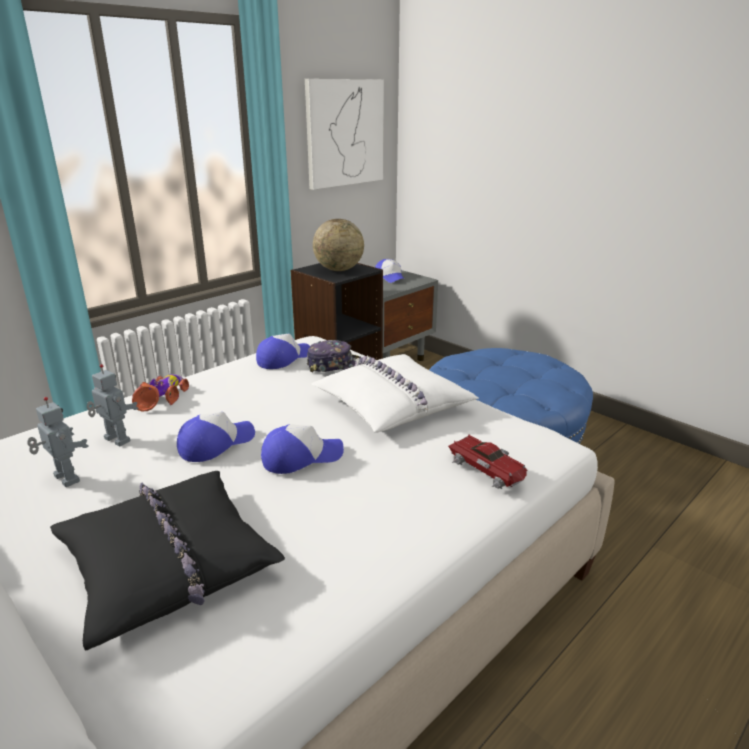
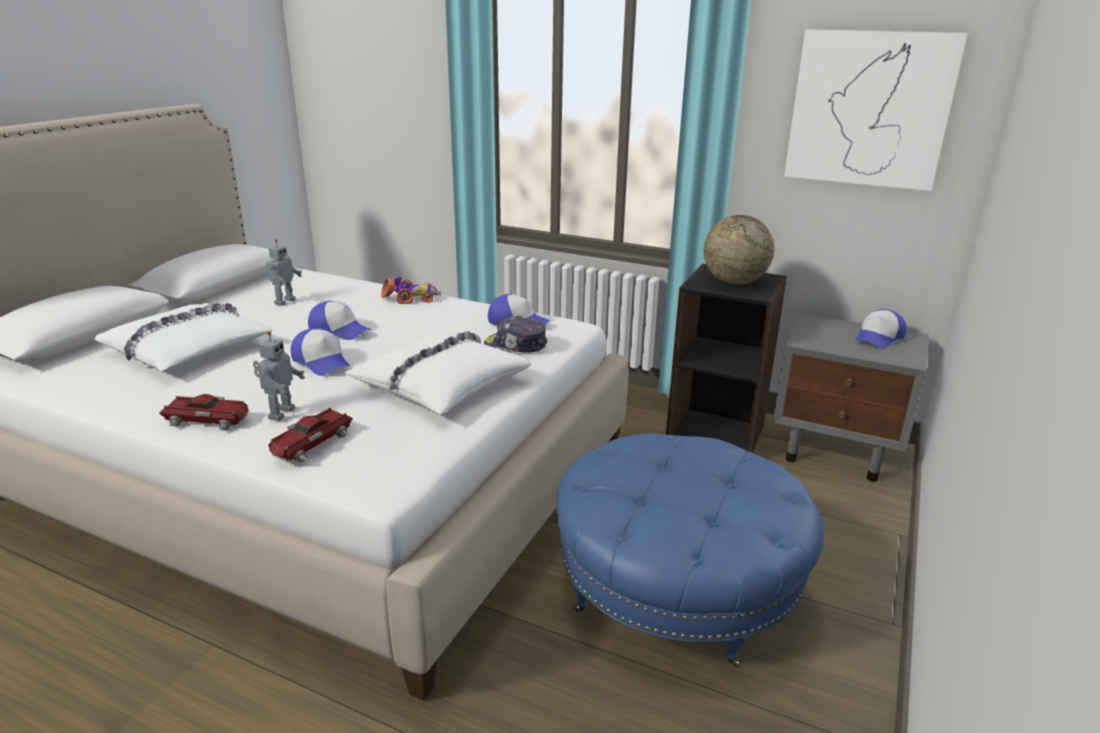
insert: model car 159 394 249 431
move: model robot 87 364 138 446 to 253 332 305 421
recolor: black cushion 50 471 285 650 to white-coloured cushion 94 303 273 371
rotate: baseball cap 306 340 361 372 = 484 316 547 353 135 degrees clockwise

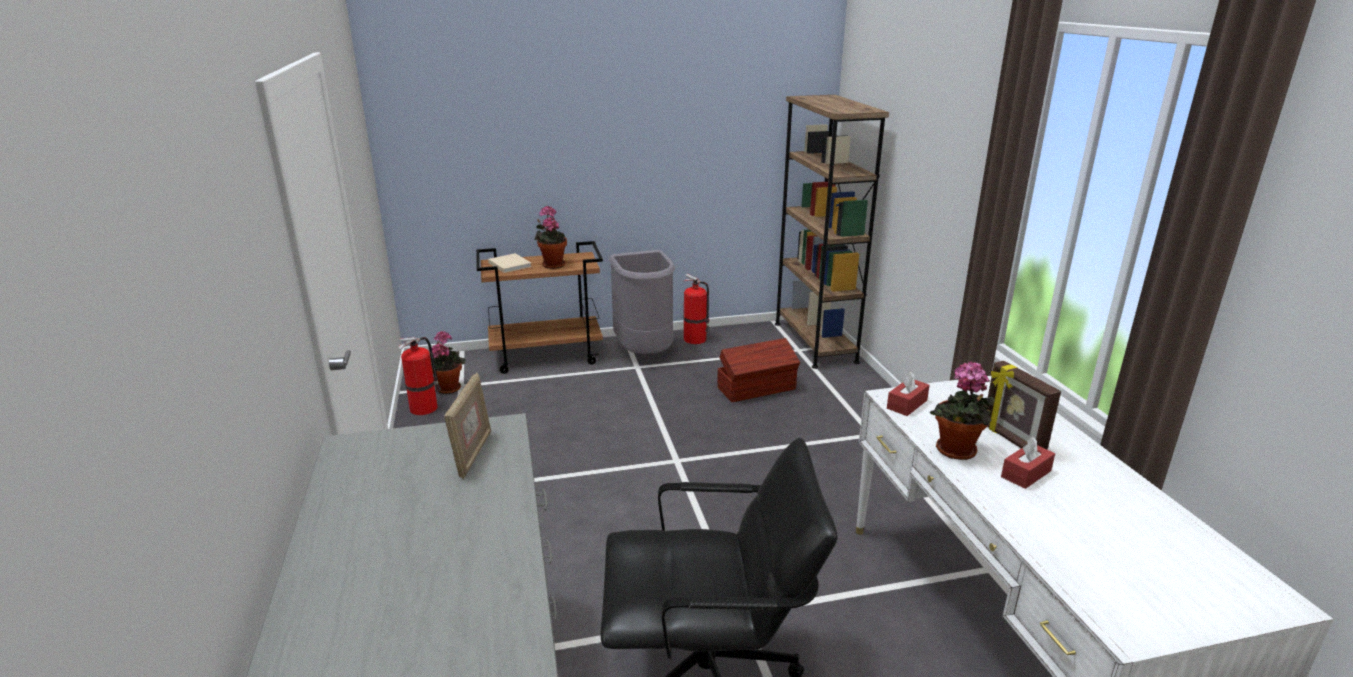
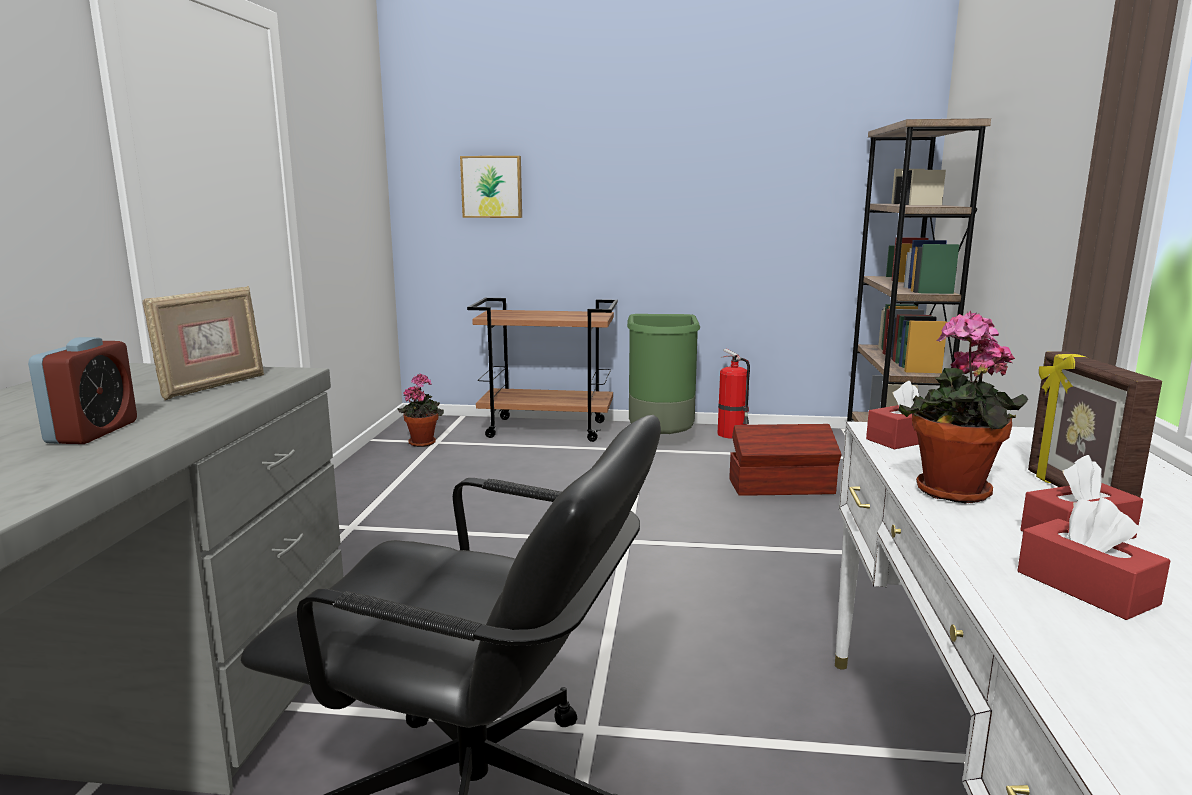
delete: fire-fighting cylinder 398 337 441 415; beige bound book 488 253 532 273; plant in a pot 534 206 567 269
insert: alarm clock 28 337 137 444; wall picture 460 156 522 218; red tissue box 1017 498 1170 620
recolor: grey trash can 609 250 675 354 to green trash can 627 314 700 434

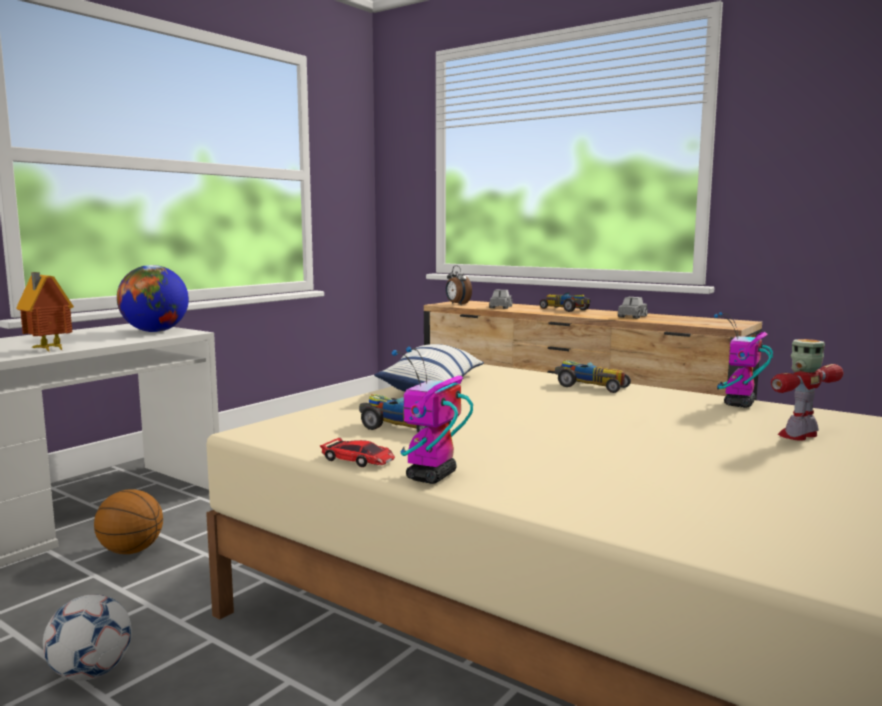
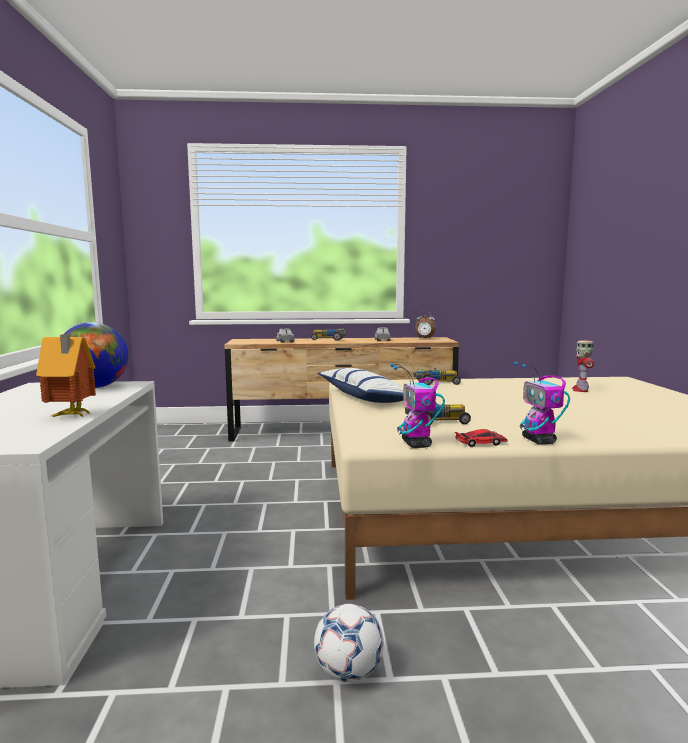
delete: basketball 94 489 163 554
move: alarm clock 446 265 472 304 to 415 310 436 339; model robot 714 312 773 408 to 390 363 445 448

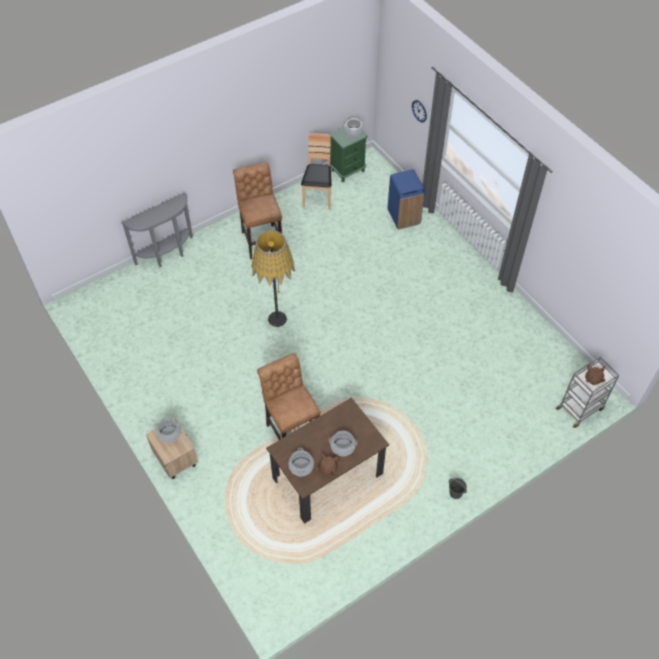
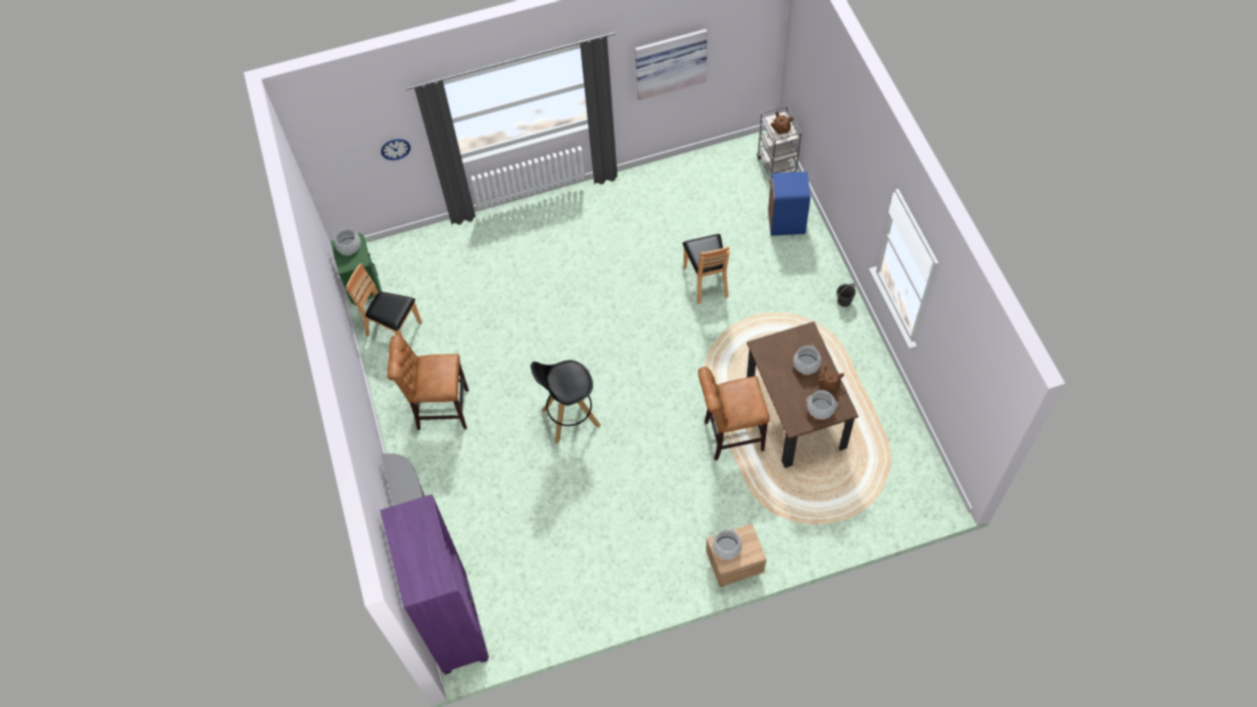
insert: purple-coloured bookshelf 380 494 489 675; wall picture 635 29 707 100; brown chair 683 234 730 304
move: blue trash can 388 169 425 229 to 768 171 811 236
replace: floor lamp 251 230 295 327 to black sitting stool 531 360 601 443

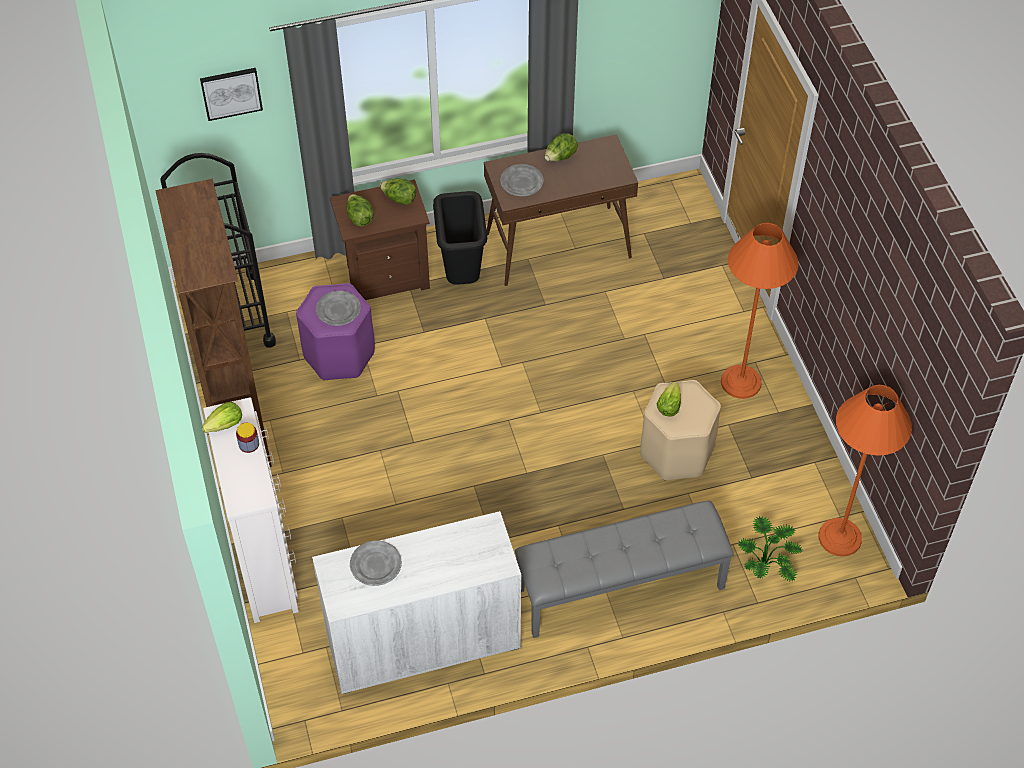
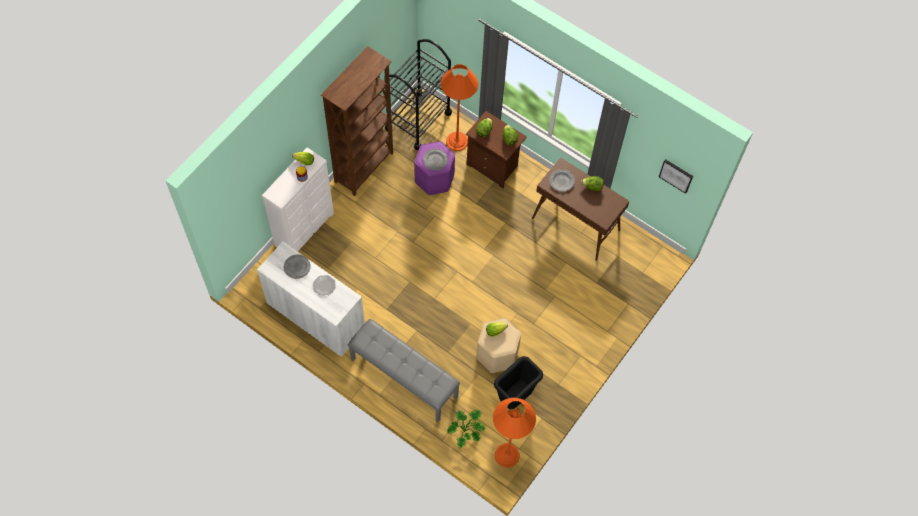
insert: dinner plate 313 275 336 296
move: wall picture 200 68 263 121 to 659 159 693 194; black trash can 433 191 487 285 to 494 356 543 409; orange floor lamp 721 223 798 399 to 441 64 478 151

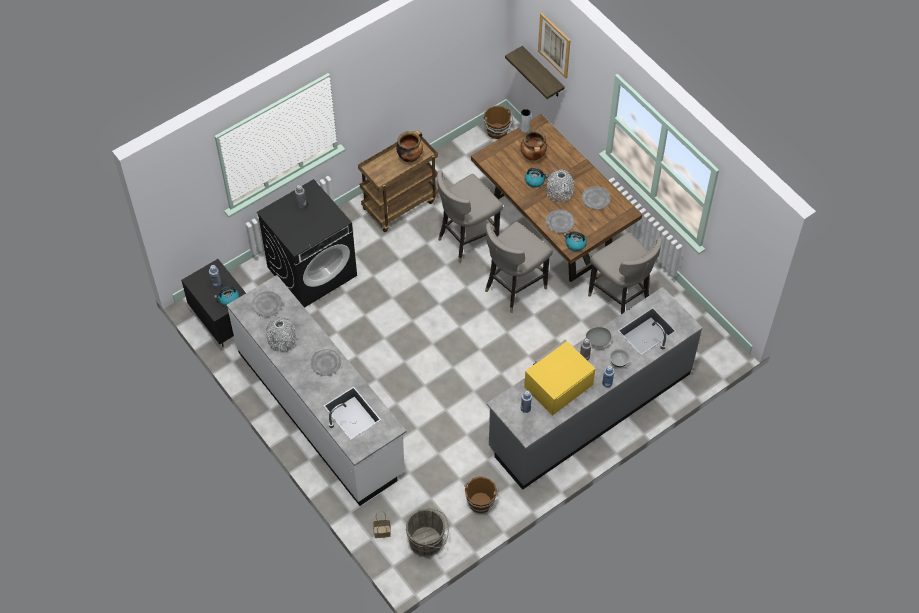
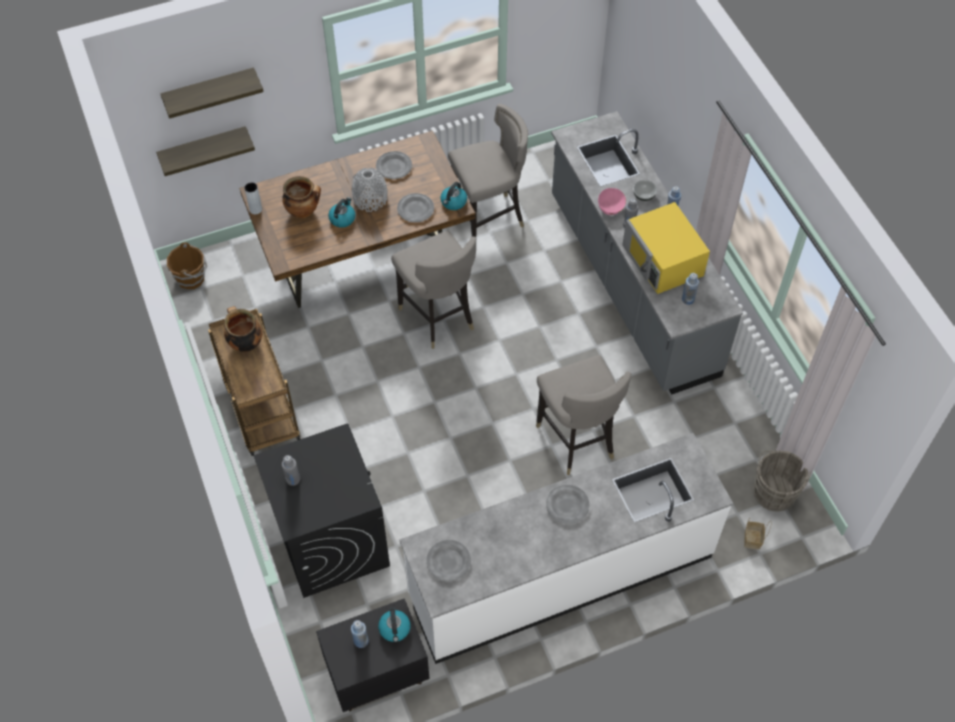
delete: grey flower vase 266 317 296 352; brown pail 464 476 499 513
move: grey sitting stool 437 171 503 263 to 536 355 631 475
replace: wall picture 538 13 571 78 to wall shelf 160 68 264 119
recolor: grey bowl 586 327 611 347 to pink bowl 598 188 626 215

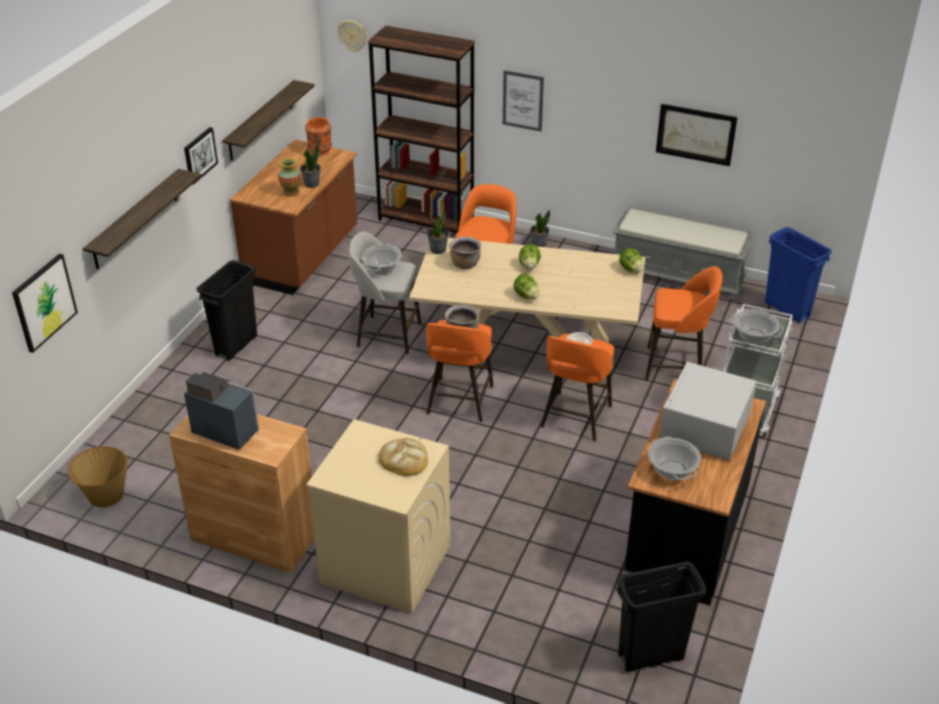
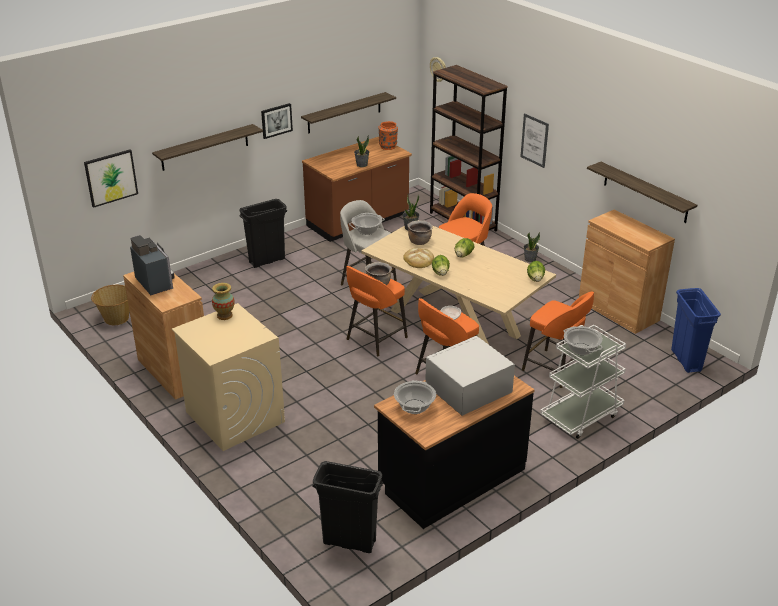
move: flower vase 278 157 301 196 to 212 283 235 320; bread 378 438 428 476 to 403 248 434 268
replace: grey bench 613 207 753 300 to brown cabinet 579 209 675 334; wall picture 656 104 738 166 to wall shelf 587 162 697 223

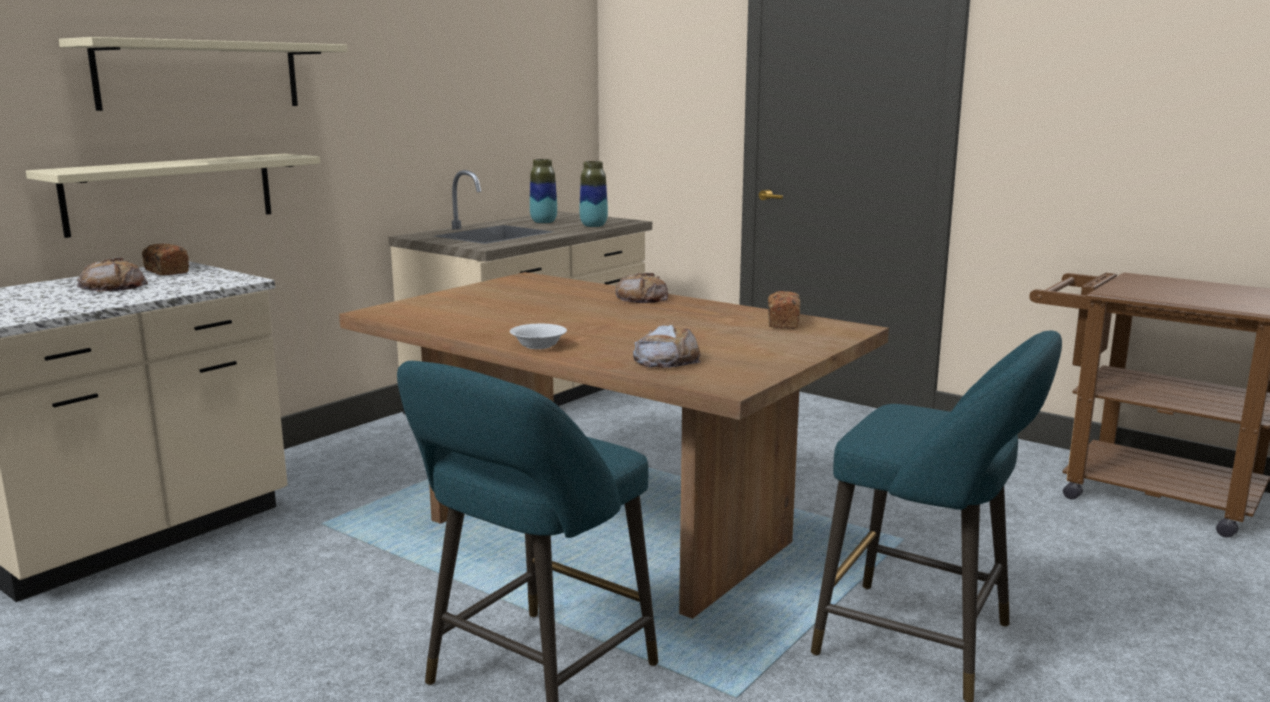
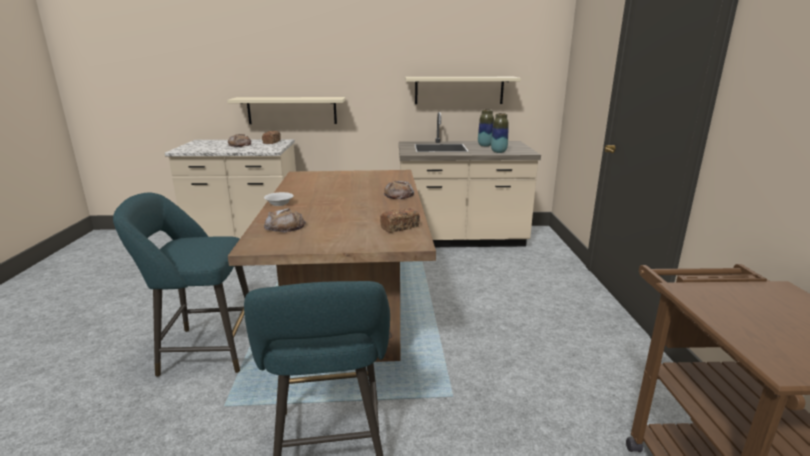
move: beige wall shelf 59 37 347 111 to 405 77 521 104

